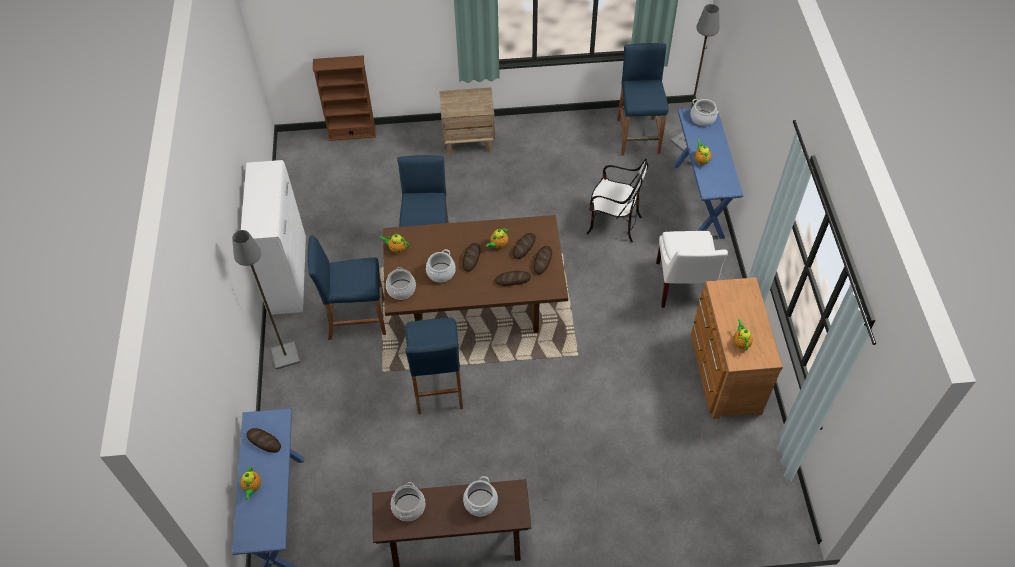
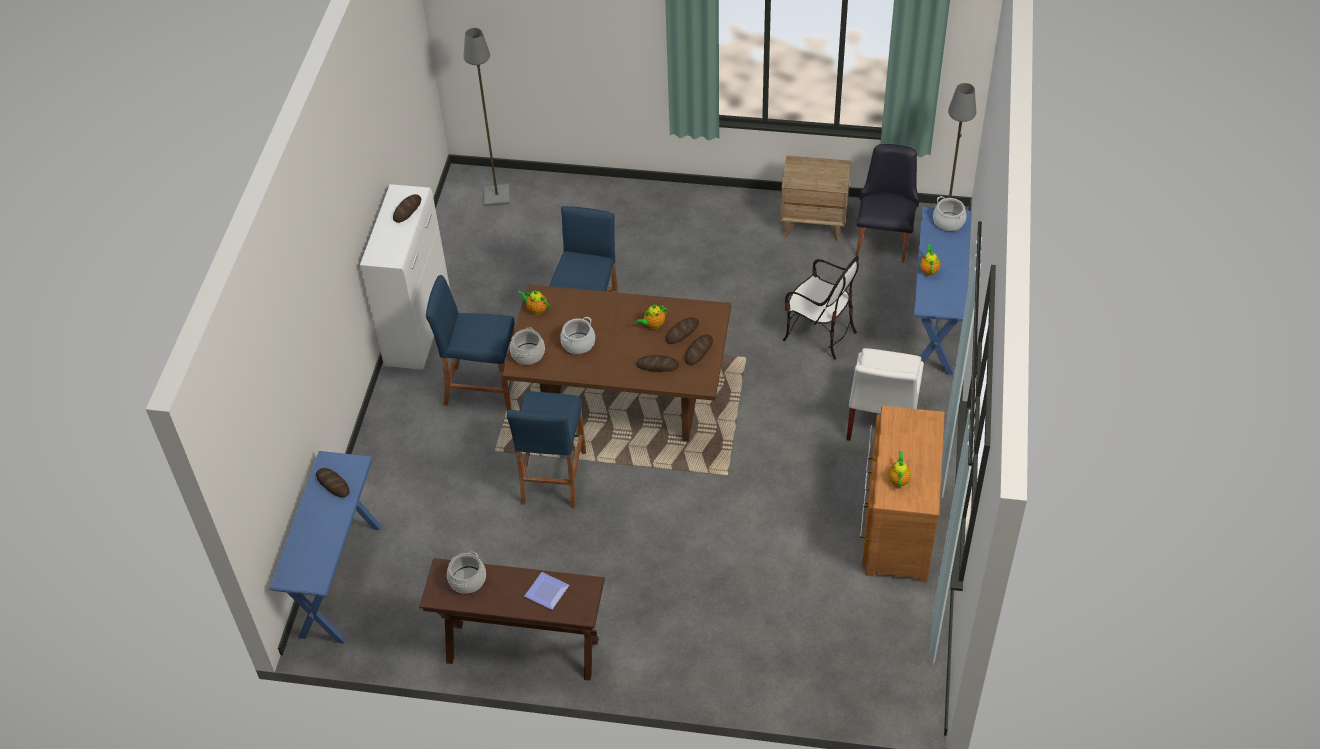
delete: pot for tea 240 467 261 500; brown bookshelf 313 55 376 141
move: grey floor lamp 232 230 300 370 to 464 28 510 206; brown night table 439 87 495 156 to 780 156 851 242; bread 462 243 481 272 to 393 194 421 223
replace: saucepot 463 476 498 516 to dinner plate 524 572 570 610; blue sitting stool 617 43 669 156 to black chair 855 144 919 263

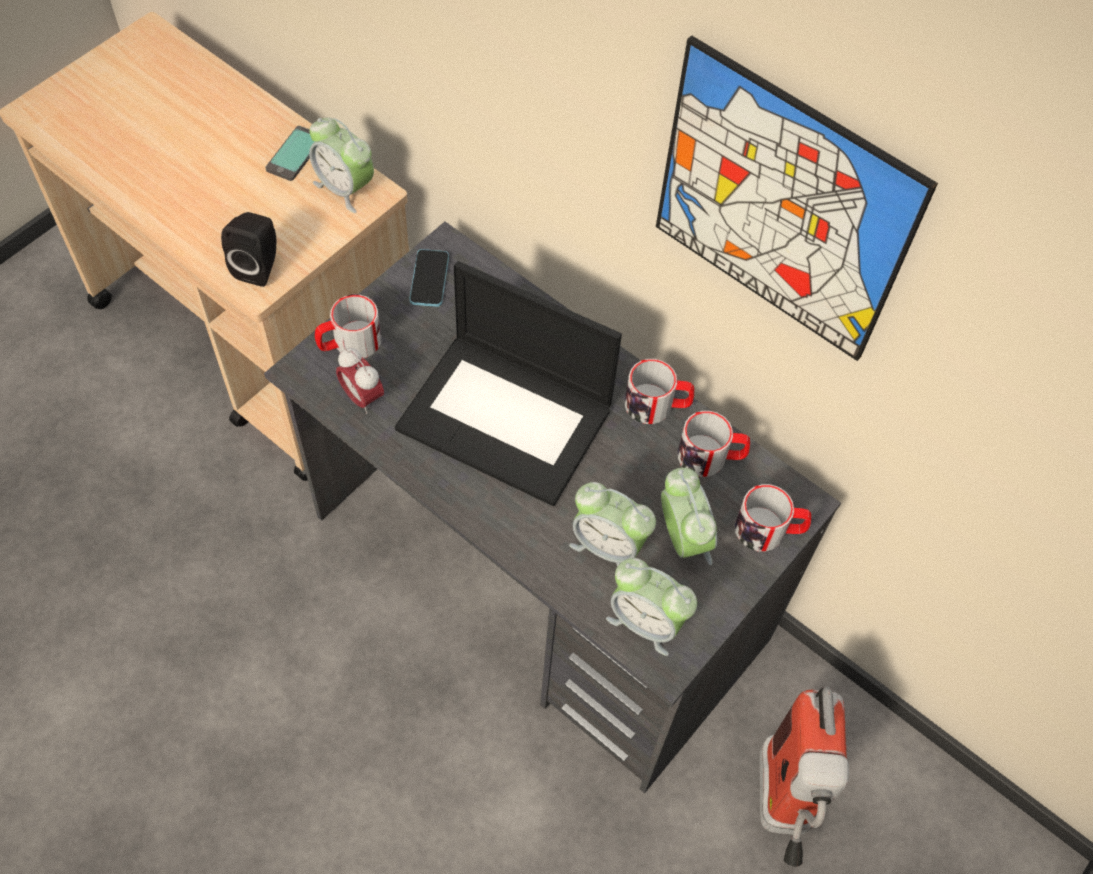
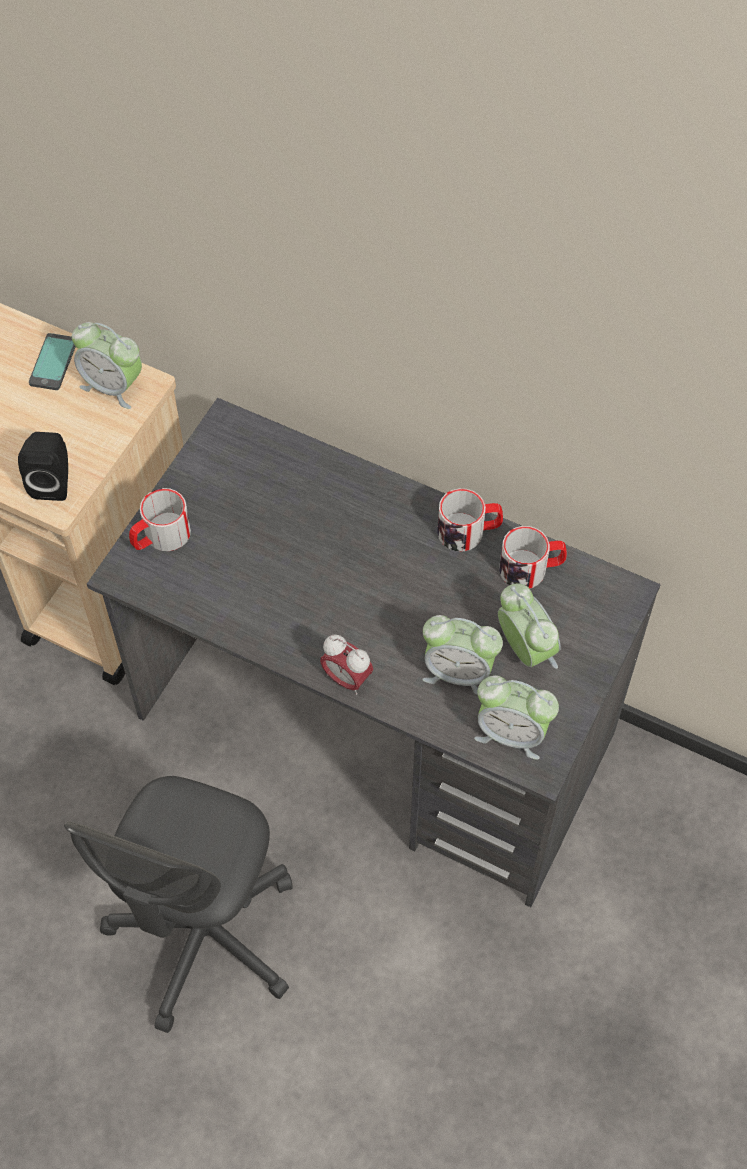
delete: portable computer 395 261 622 506; telephone 409 249 449 307; wall picture 656 35 938 361; coffee mug 735 484 811 551; fire-fighting cylinder 760 687 850 867
insert: grey computer chair 64 776 293 1033
move: alarm clock 336 348 384 414 to 320 634 373 695

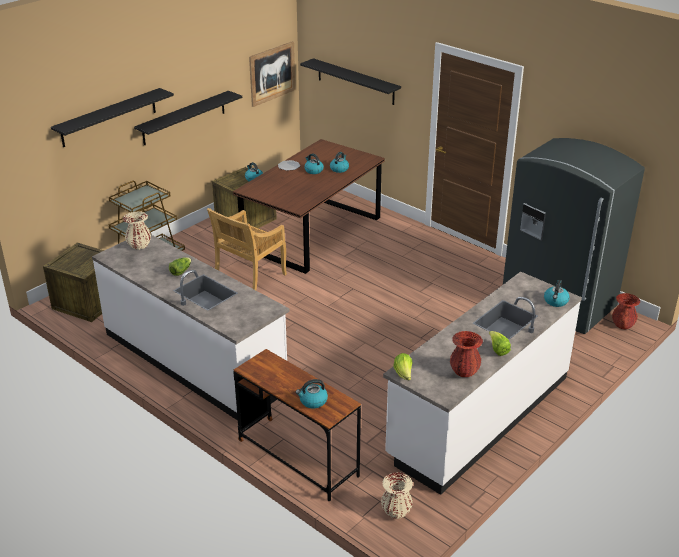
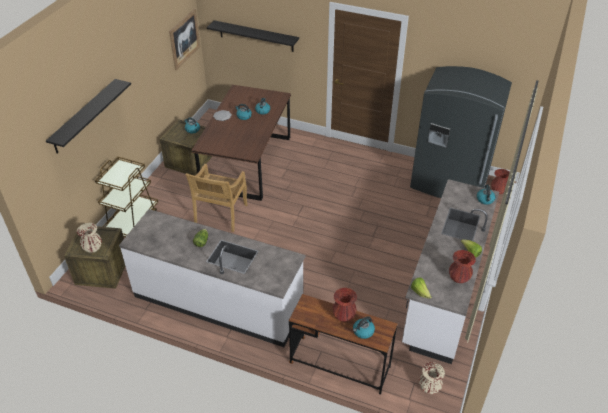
delete: black wall shelf 134 91 242 145
insert: red flower vase 333 288 357 322
move: beige flower vase 123 212 151 250 to 77 223 102 253

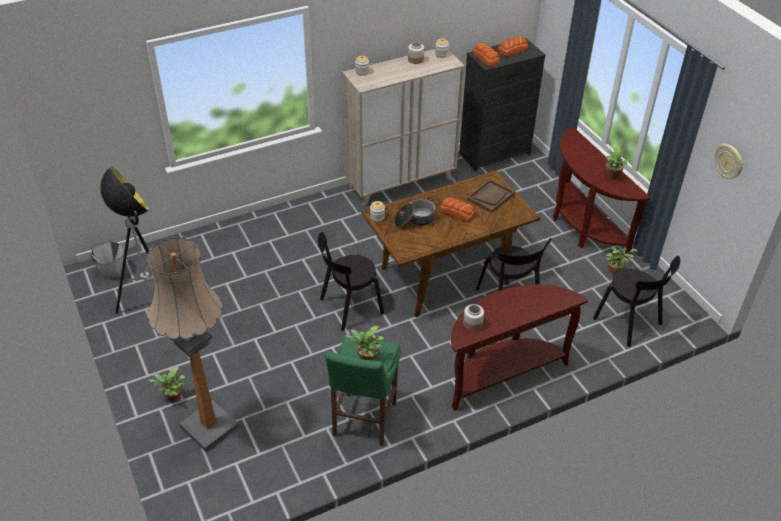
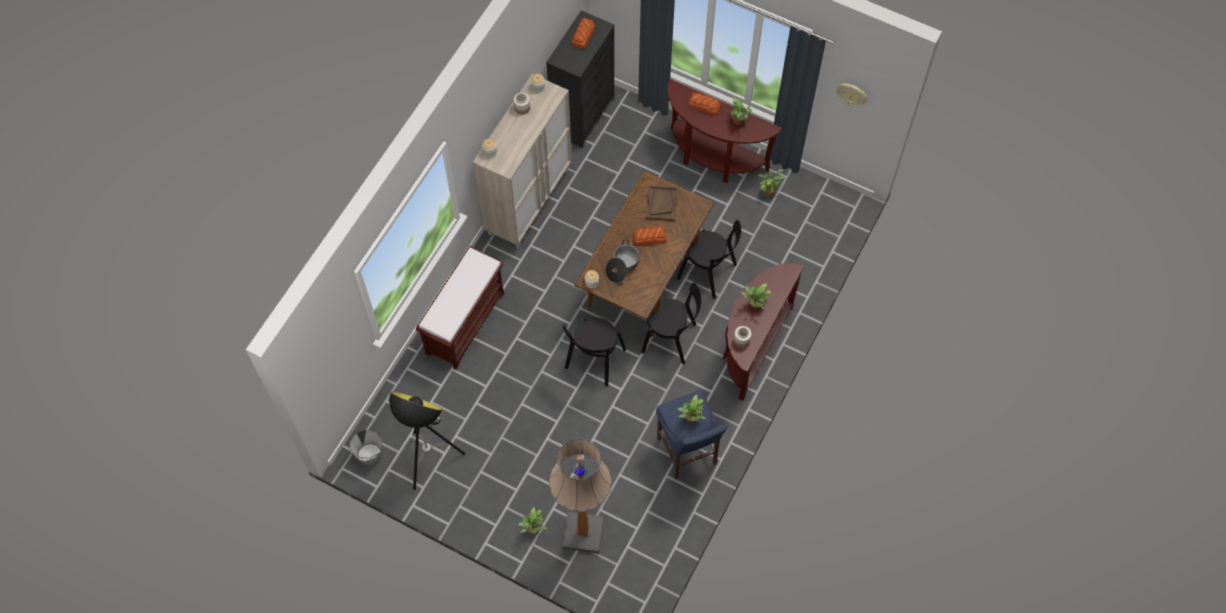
insert: brown bench 416 246 504 369; plant in a pot 740 283 772 310
move: bread 473 43 500 67 to 688 92 721 116; black chair 593 256 680 347 to 641 283 702 364
recolor: green sitting stool 325 334 401 446 to blue sitting stool 656 390 727 479

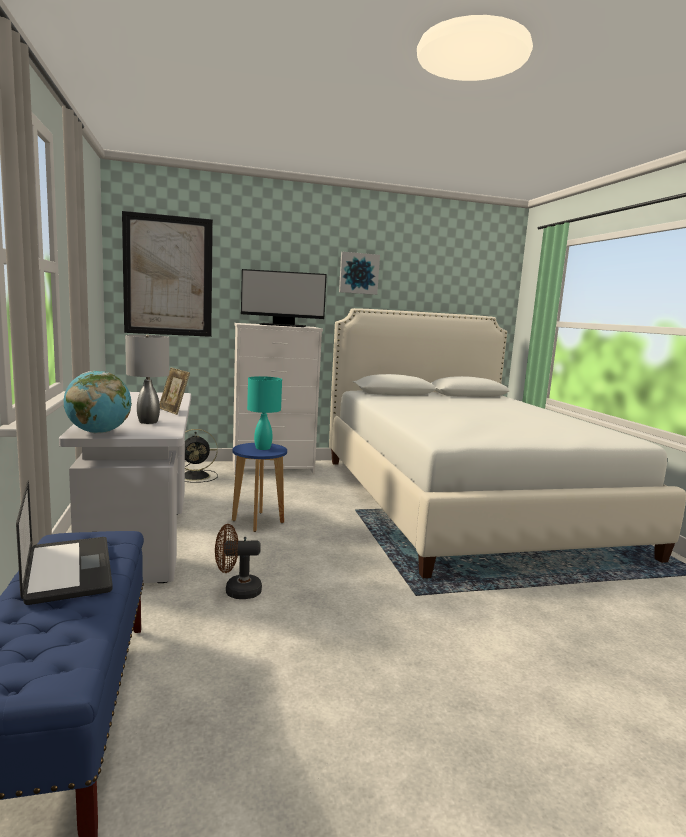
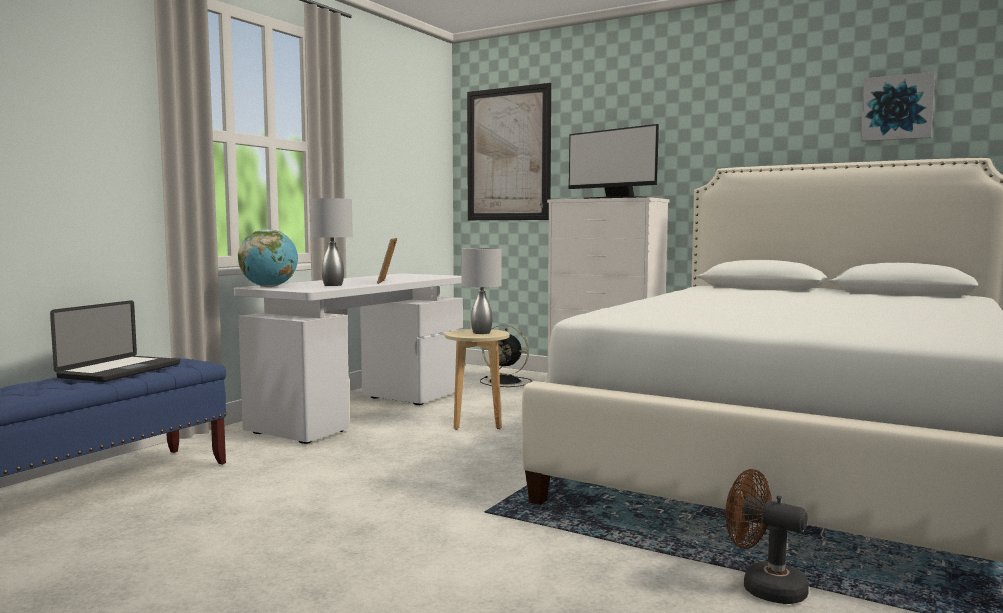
move: brown electric fan 215 524 262 599 to 725 469 809 604; wall picture 339 252 380 295 to 861 72 935 142
recolor: blue sitting stool 232 443 287 532 to beige sitting stool 445 329 509 430; turquoise-coloured tabletop lamp 247 376 282 450 to grey tabletop lamp 461 247 501 334

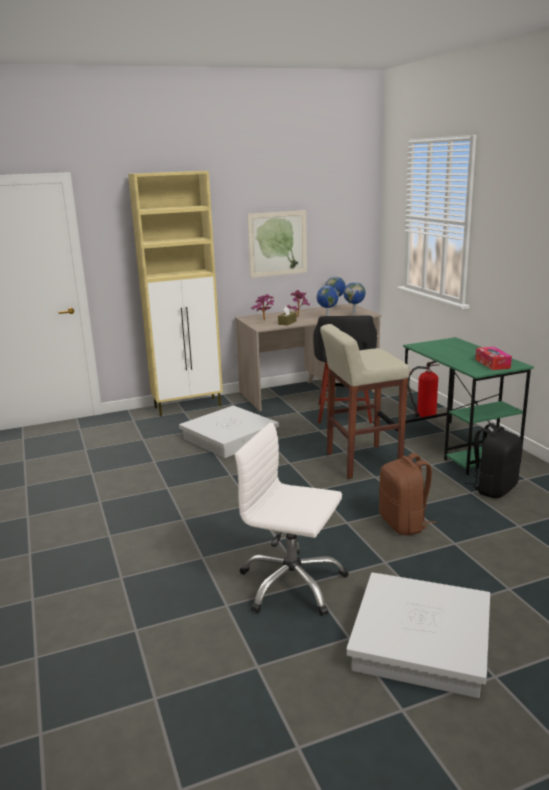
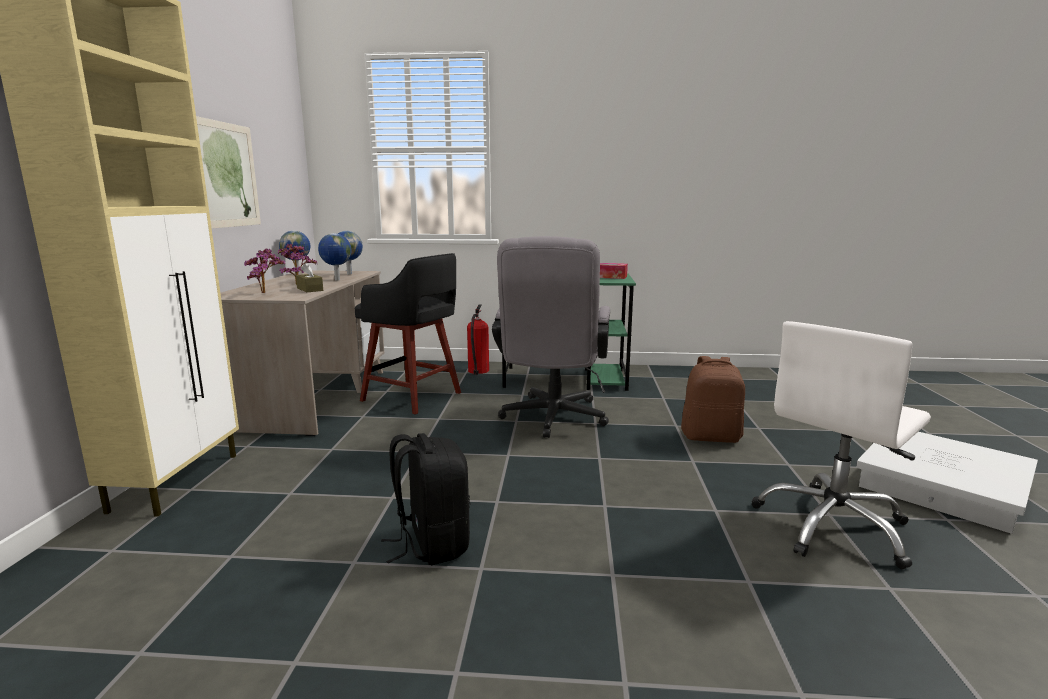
delete: white-coloured storage box 179 406 279 458
move: black knapsack 464 423 522 498 to 381 433 470 565
replace: beige sitting stool 320 324 410 479 to grey computer chair 492 236 610 438

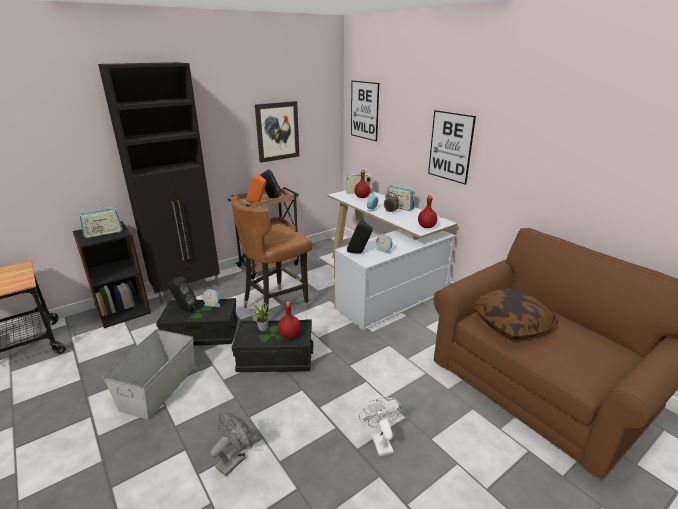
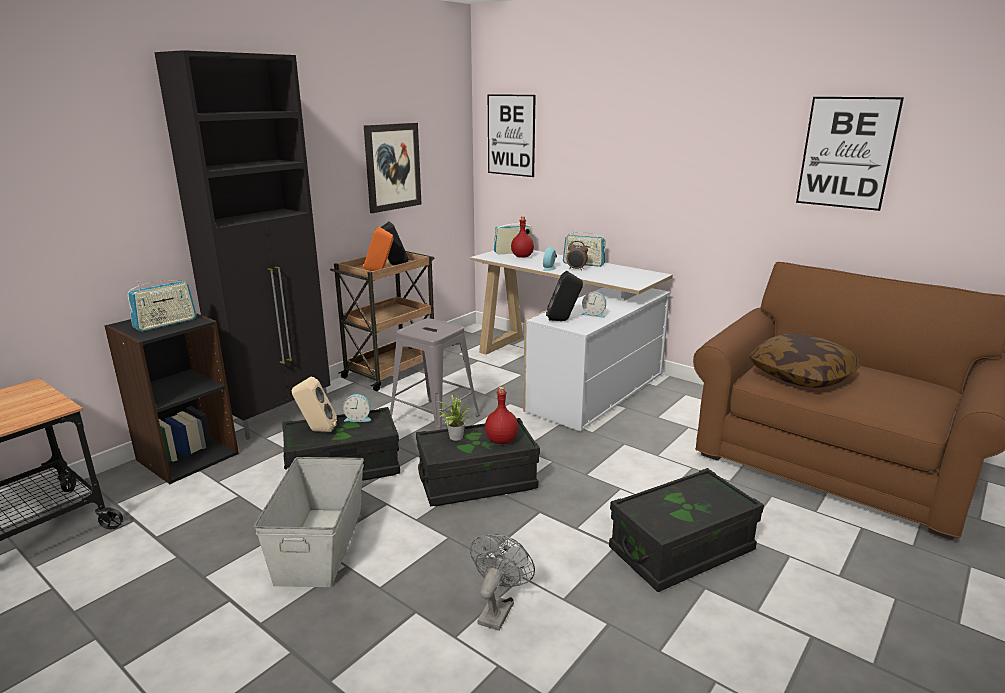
delete: red beverage bottle 418 195 437 228
move: wall picture 428 110 476 185 to 796 97 904 211
replace: brown chair 231 195 312 317 to grey sitting stool 390 318 479 430; white-coloured electric fan 359 396 402 456 to black storage box 609 468 764 592
recolor: black loudspeaker 168 276 198 312 to beige loudspeaker 292 377 337 432

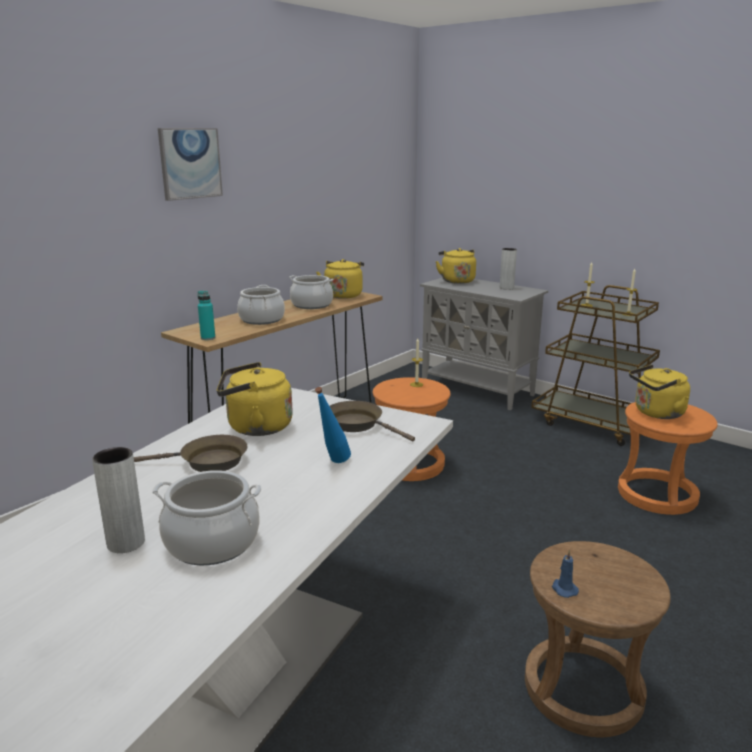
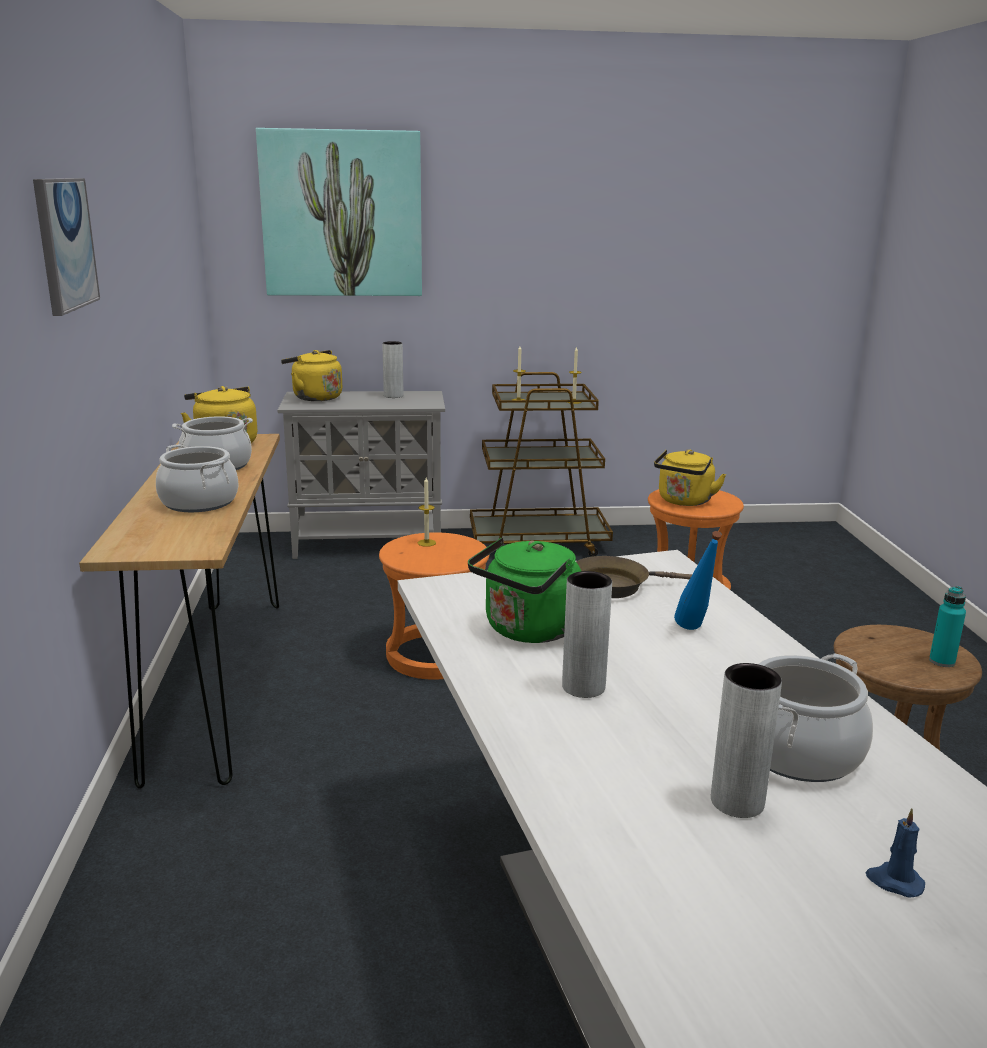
insert: wall picture 256 128 422 296
move: turquoise-coloured beverage bottle 198 291 215 340 to 929 586 966 667; blue wax candle 552 550 579 598 to 865 808 925 897
replace: brown skillet 134 435 247 472 to grey flower vase 562 571 612 698
recolor: yellow-coloured kettle 217 362 293 436 to green kettle 468 537 581 643

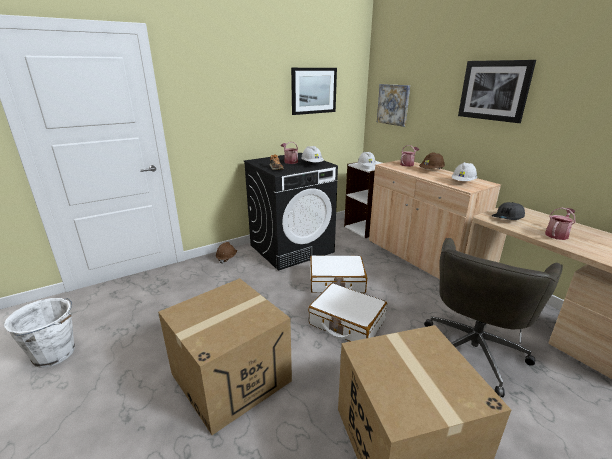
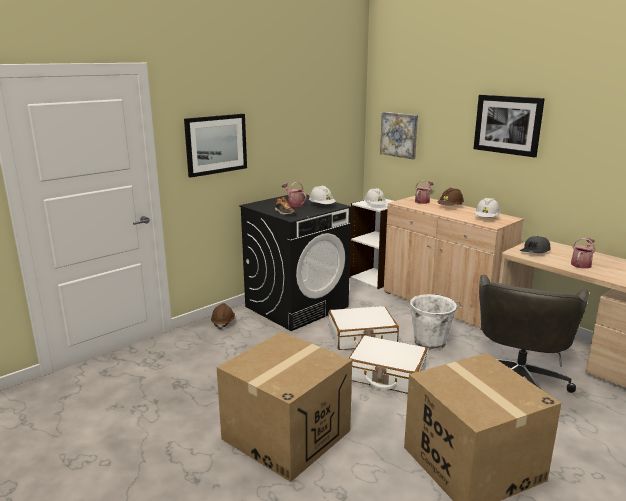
move: white-coloured pail 4 298 75 368 to 410 294 463 350; wall picture 291 68 337 115 to 184 114 247 178

